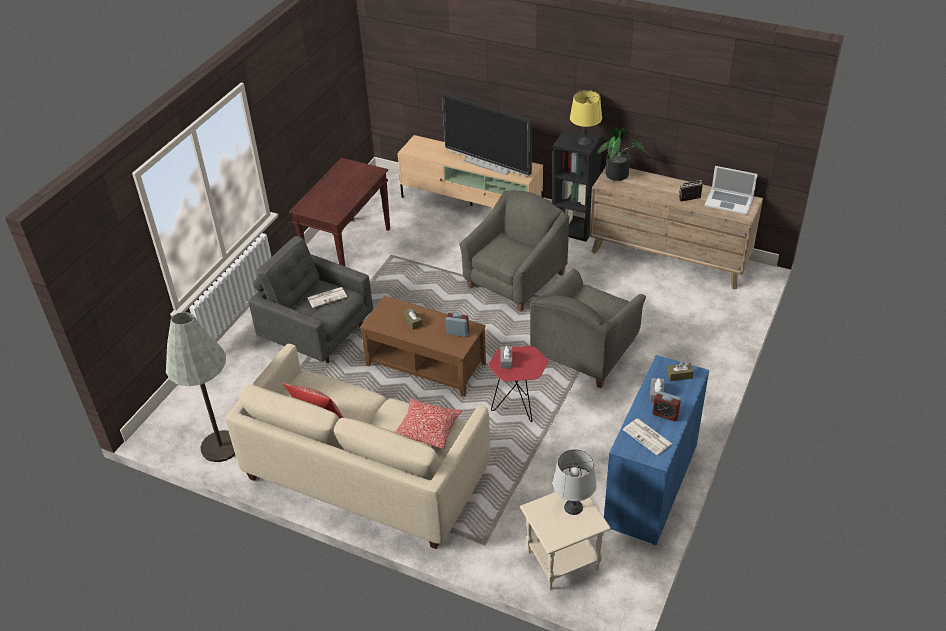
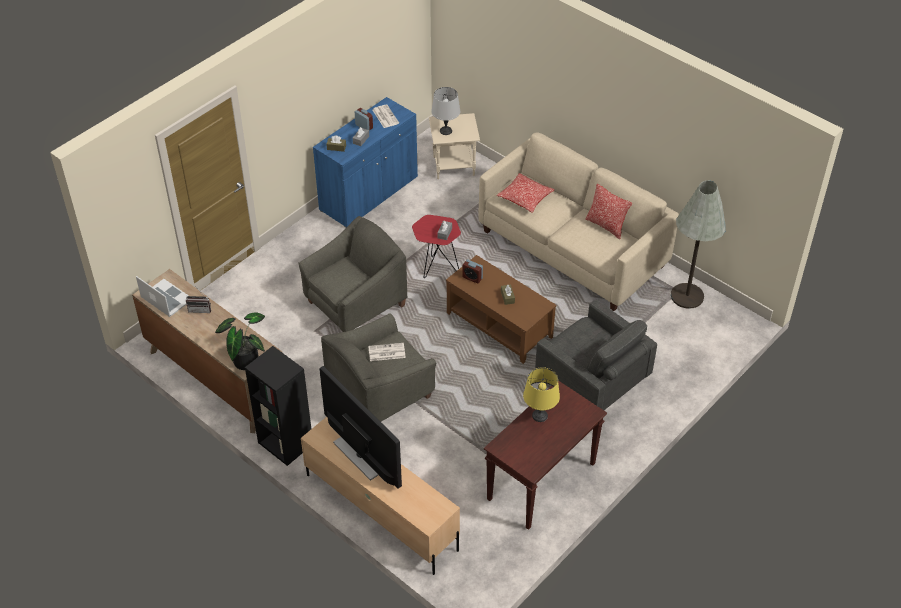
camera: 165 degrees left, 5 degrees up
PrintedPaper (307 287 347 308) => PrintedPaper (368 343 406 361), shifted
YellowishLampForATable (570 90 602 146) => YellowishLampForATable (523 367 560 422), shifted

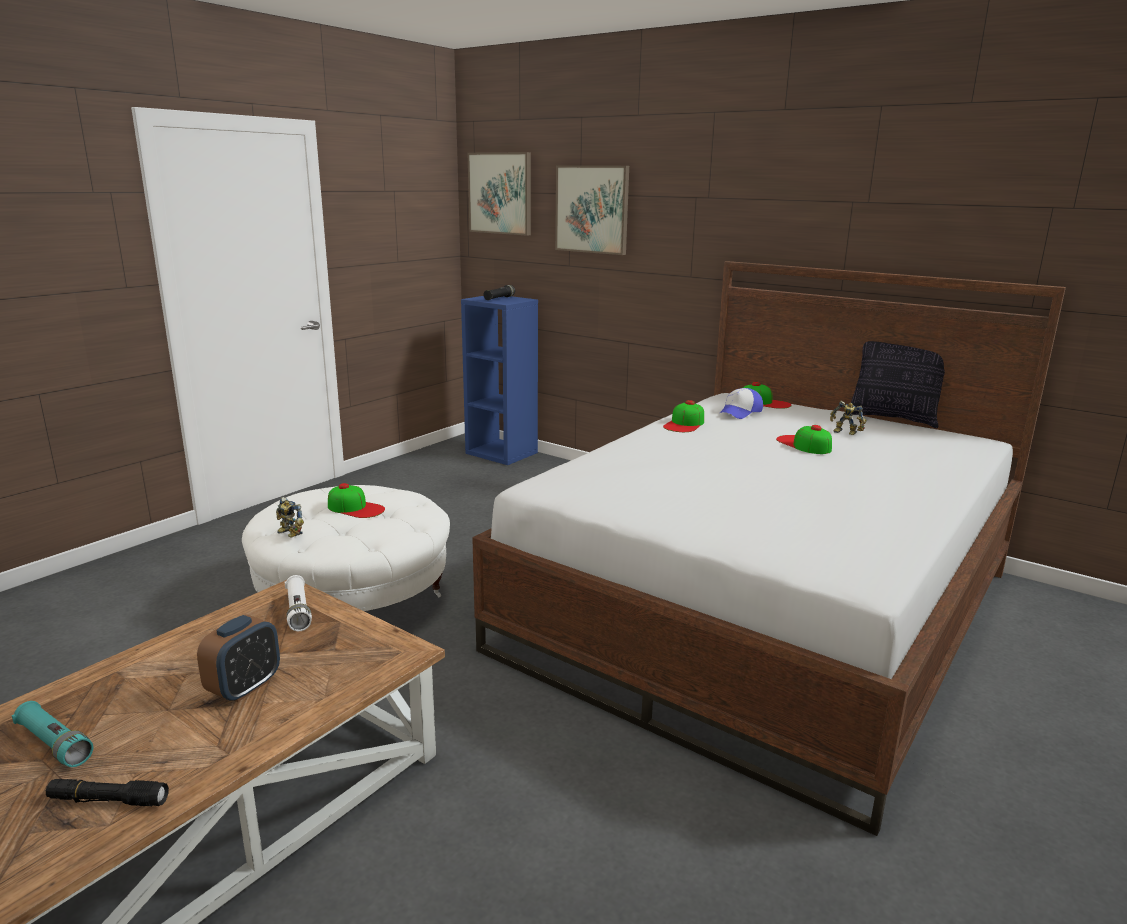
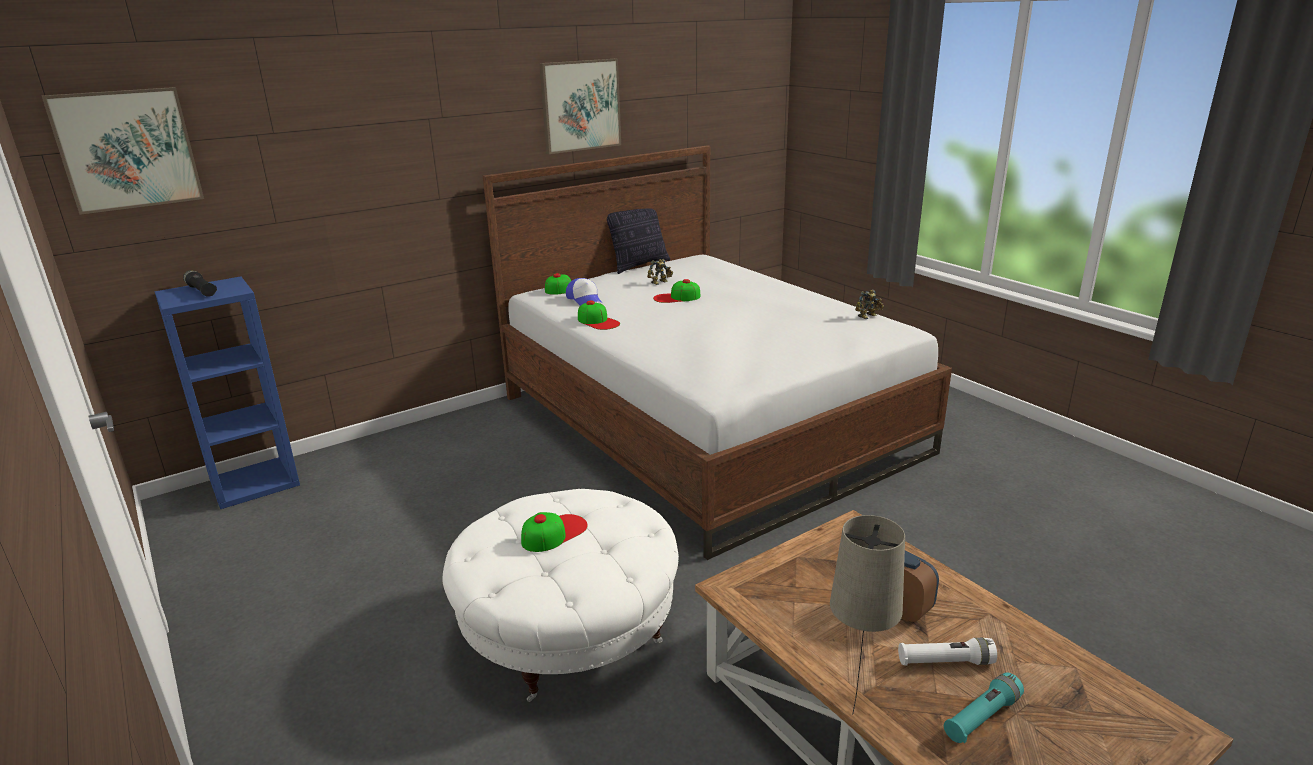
camera: 70 degrees left, 5 degrees up
WallArt (555 165 629 255) => WallArt (539 59 621 154), shifted
nothing => BeigeColouredLampForATable (830 515 905 715)
ToyRobot (276 497 304 538) => ToyRobot (855 289 884 319), shifted
WhitishHandTorch (285 575 312 631) => WhitishHandTorch (898 638 997 666), shifted
BlackColouredHandTorch (46 779 169 806) => nothing

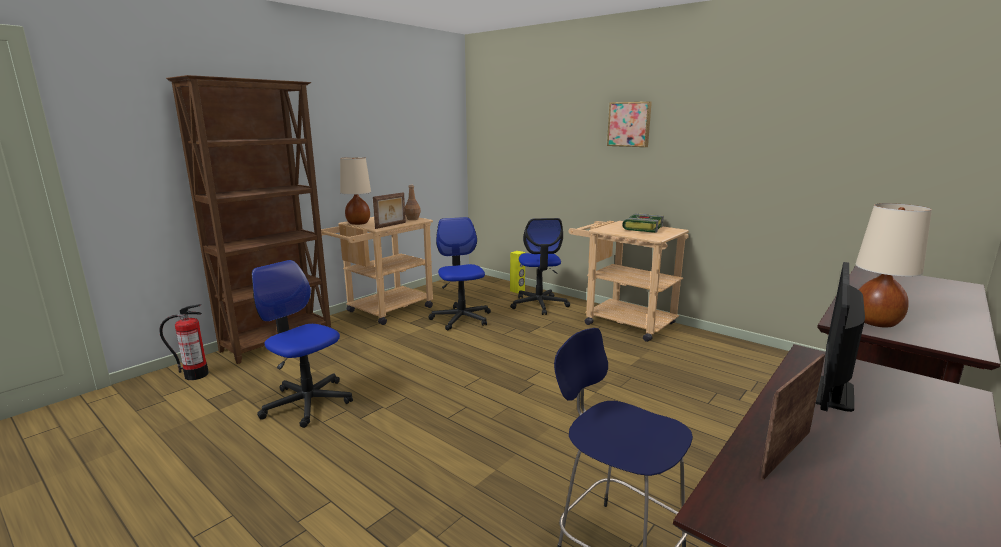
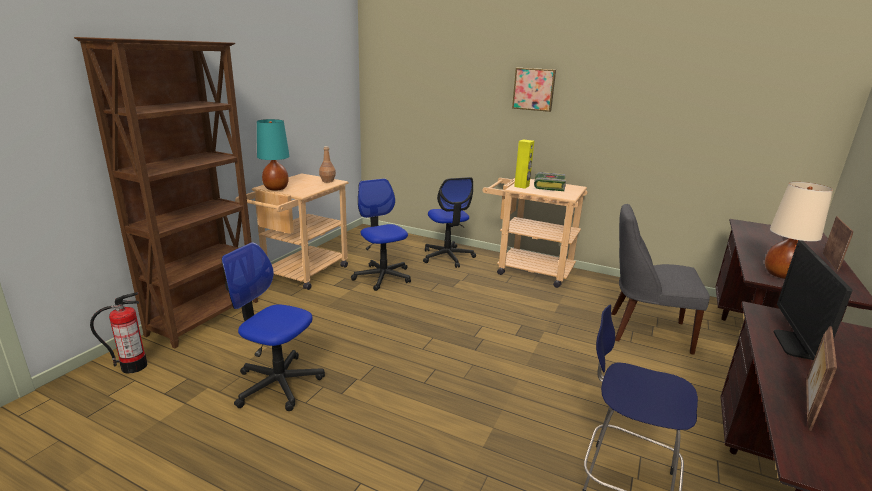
camera: 15 degrees left, 5 degrees up
BeigeColouredLampForATable (340 157 371 225) => TurquoiseLampForATable (257 119 290 190)
YellowishAudioSpeaker (510 251 525 293) => YellowishAudioSpeaker (514 140 534 189), shifted
nothing => GreyishPlainChair (611 204 710 355)
PictureFrame (373 192 406 229) => PictureFrame (823 216 853 271), shifted

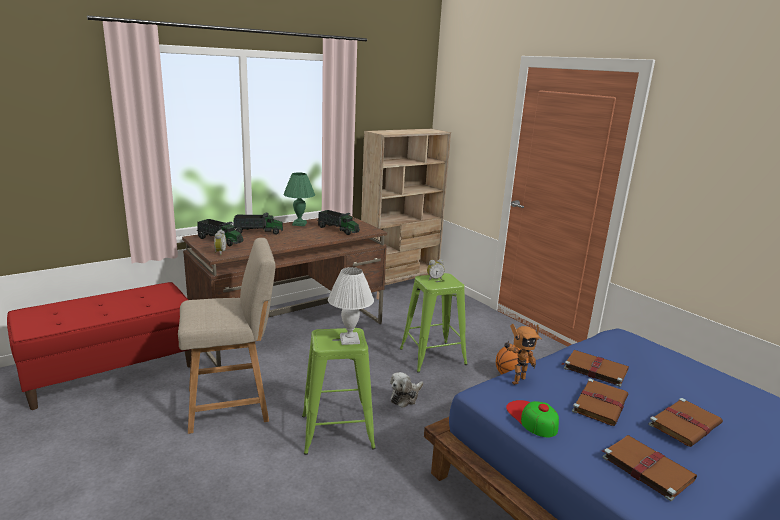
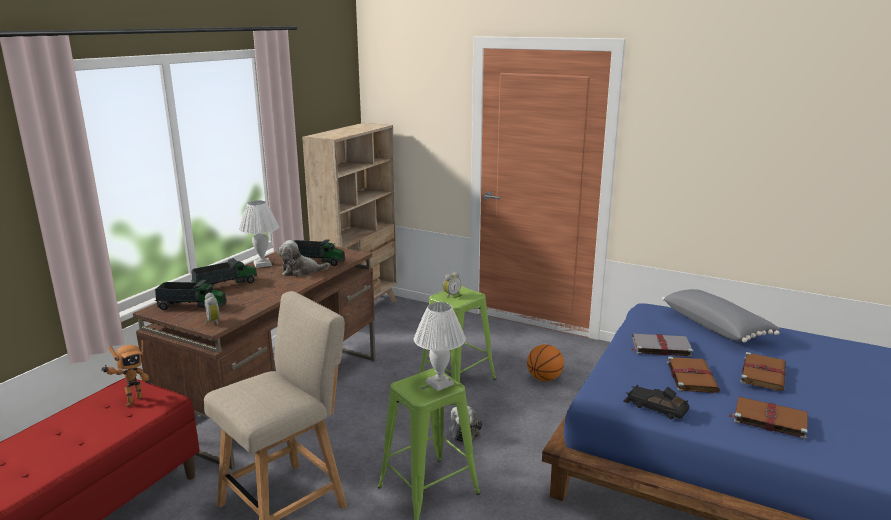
camera: 25 degrees left, 0 degrees up
ToyRobot (504 324 542 385) => ToyRobot (102 340 151 407), shifted
GreenColouredLampForATable (283 173 315 226) => WhitishLampForATable (239 200 279 268)
nothing => SoftToy (277 240 330 277)
PeakedCap (506 400 559 437) => BlackColouredModelCar (623 385 689 419)
BrownishBoundBook (561 350 629 387) => GreyishBoundBook (631 334 693 357)
nothing => GreyishPillow (662 289 780 343)

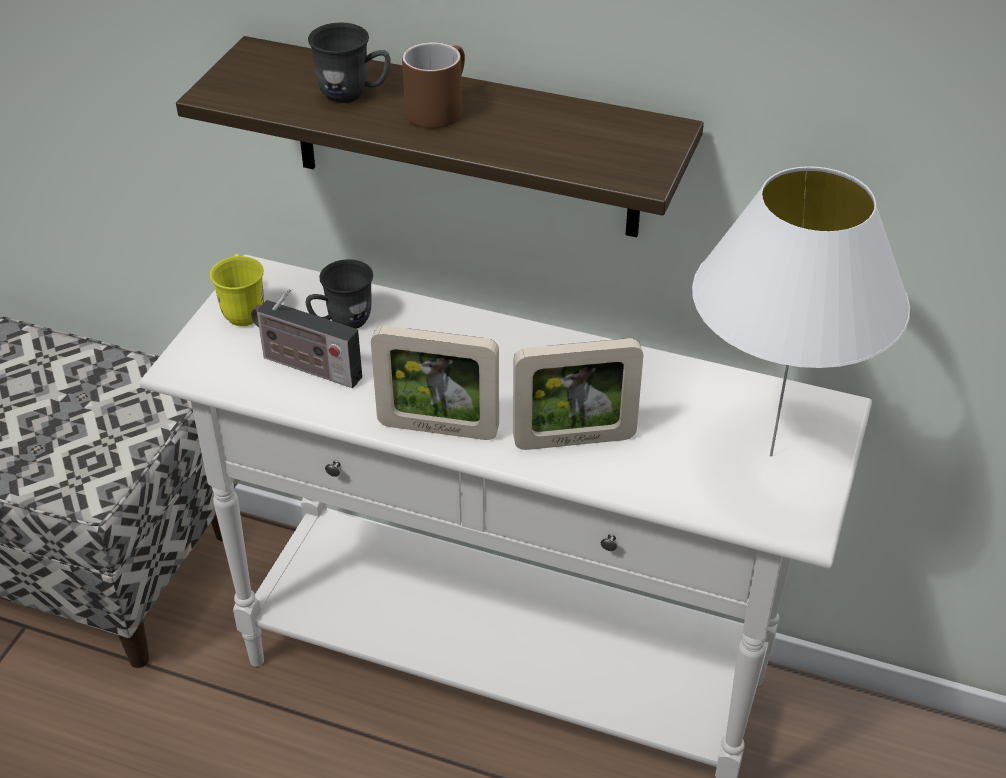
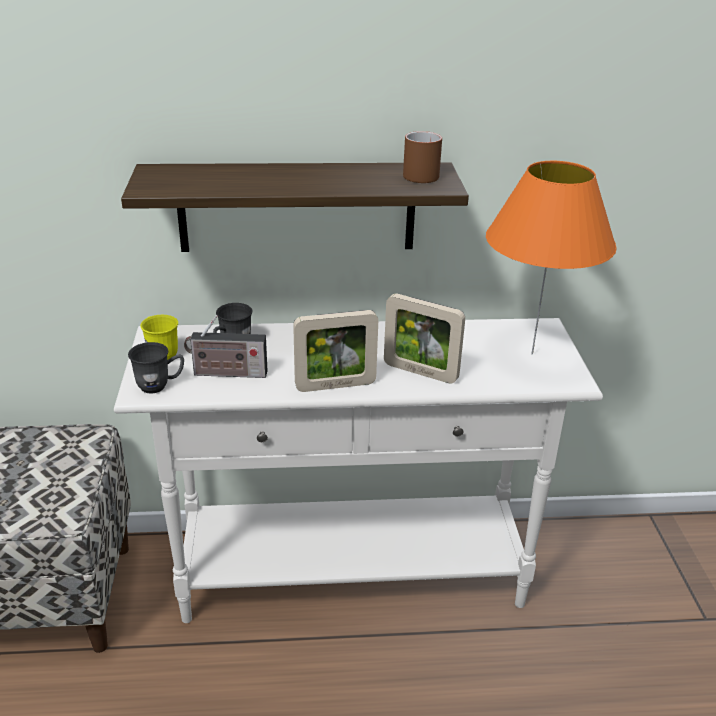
camera: 25 degrees left, 10 degrees down
GreyishTeaMug (308 22 391 103) => GreyishTeaMug (128 342 184 393), shifted
PictureFrame (513 338 643 450) => PictureFrame (384 293 465 384), 60 degrees clockwise
BrownishTeaMug (402 42 465 128) => BrownishTeaMug (403 131 442 183), shifted
WhitishLampForATable (692 166 910 456) => OrangeLampForATable (486 161 617 355)

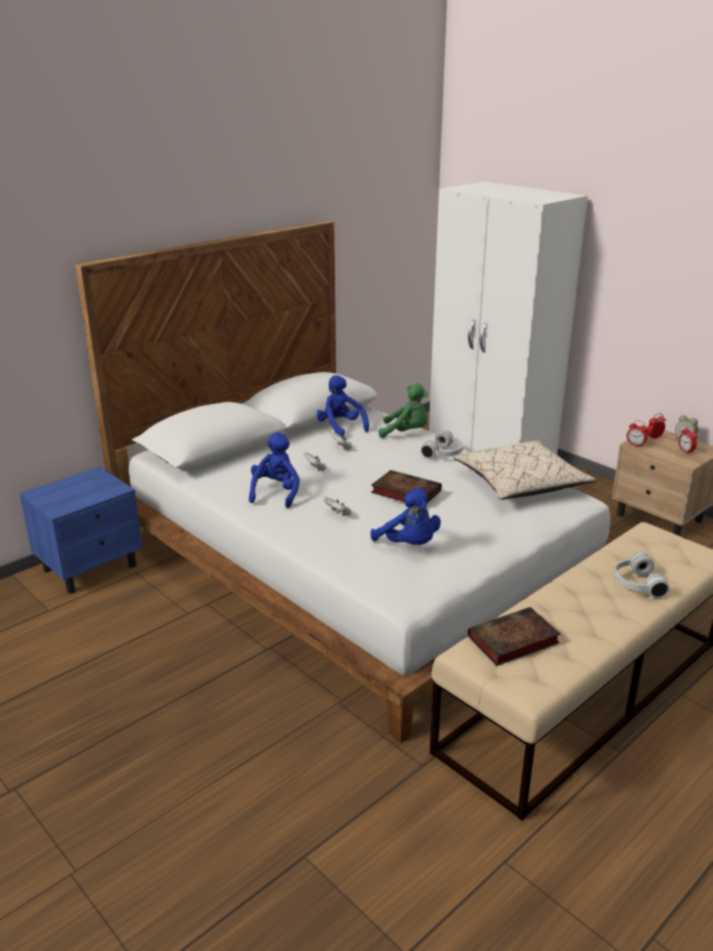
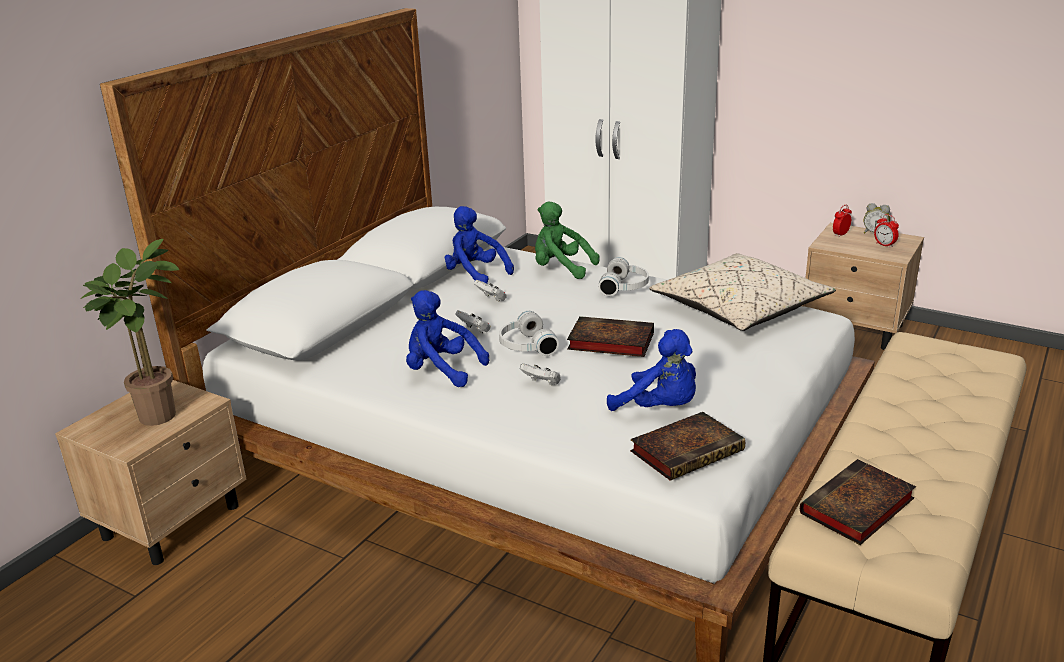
camera: 15 degrees left, 0 degrees up
BlueNightTable (19 467 143 594) => BeigeColouredNightTable (55 380 246 565)
nothing => PottedPlant (80 239 179 426)
BlueSoftToy (249 432 300 508) => BlueSoftToy (406 290 489 387), 60 degrees counterclockwise
WhitishHeadset (614 552 670 598) => WhitishHeadset (499 311 559 356), shifted
GreenColouredSoftToy (379 383 428 438) => GreenColouredSoftToy (535 202 599 279), 150 degrees counterclockwise
nothing => BoundBook (630 412 745 481)
BedsideClock (627 420 648 447) => nothing

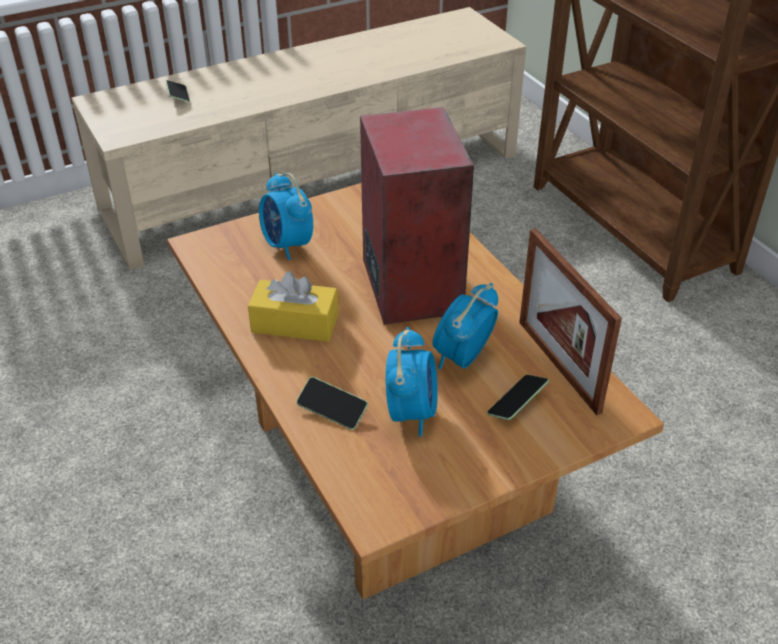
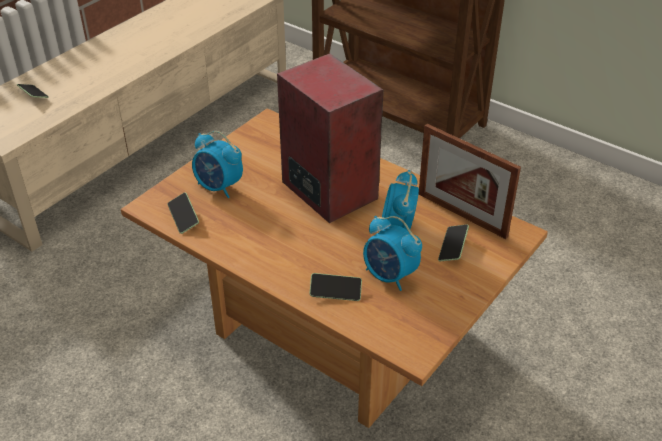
camera: 25 degrees left, 0 degrees up
nothing => Handset (168 192 199 234)
BedsideClock (386 327 438 437) => BedsideClock (363 216 422 291), 150 degrees clockwise
YellowishBoxOfTissues (248 271 338 342) => nothing

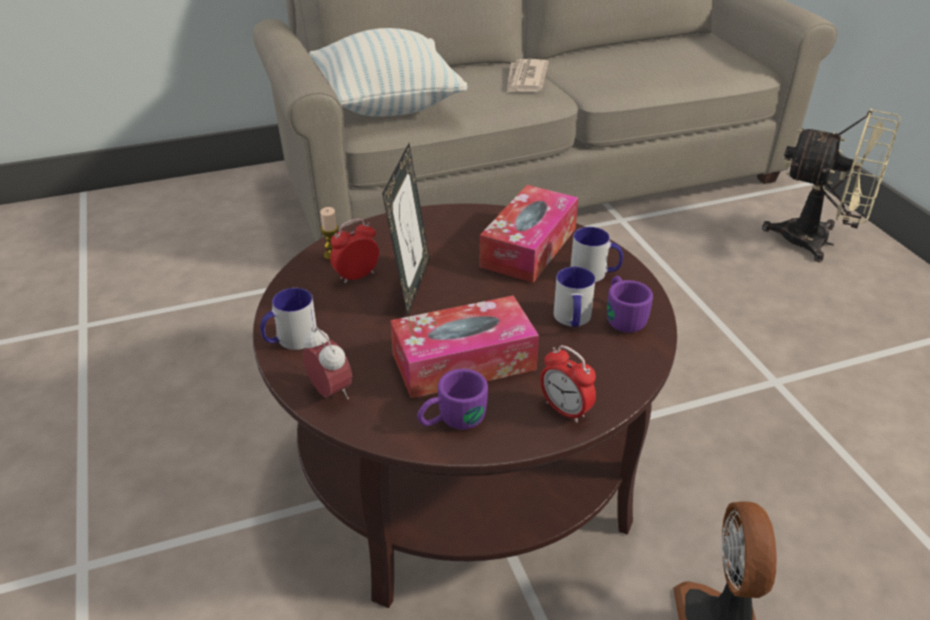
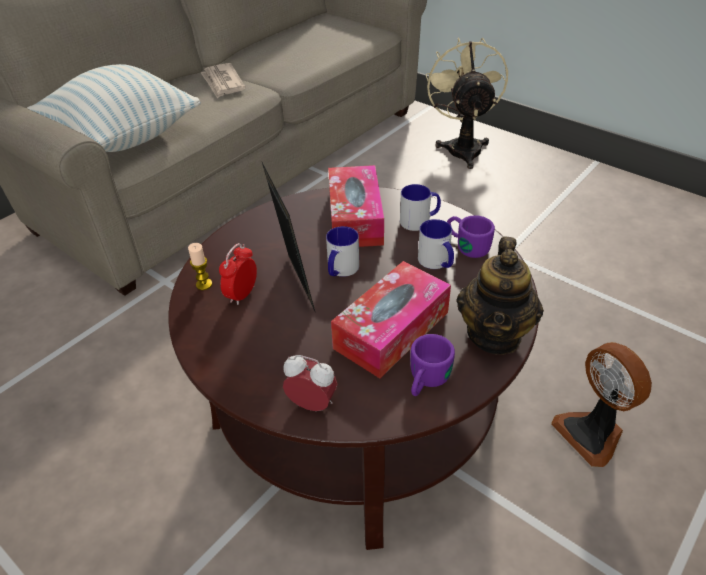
camera: 30 degrees left, 5 degrees up
TeaMug (260 288 317 350) => TeaMug (326 226 359 277), shifted
BeigeColouredElectricFan (762 109 900 262) => BeigeColouredElectricFan (426 37 508 169), 90 degrees counterclockwise
BedsideClock (540 345 596 423) => Teapot (456 237 544 355)

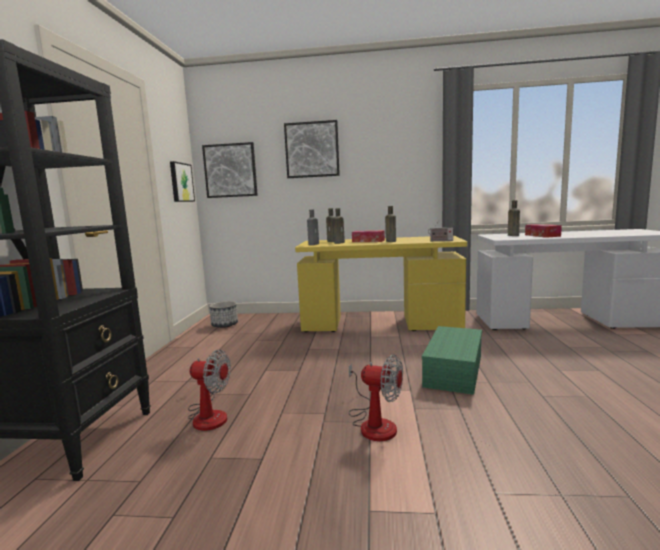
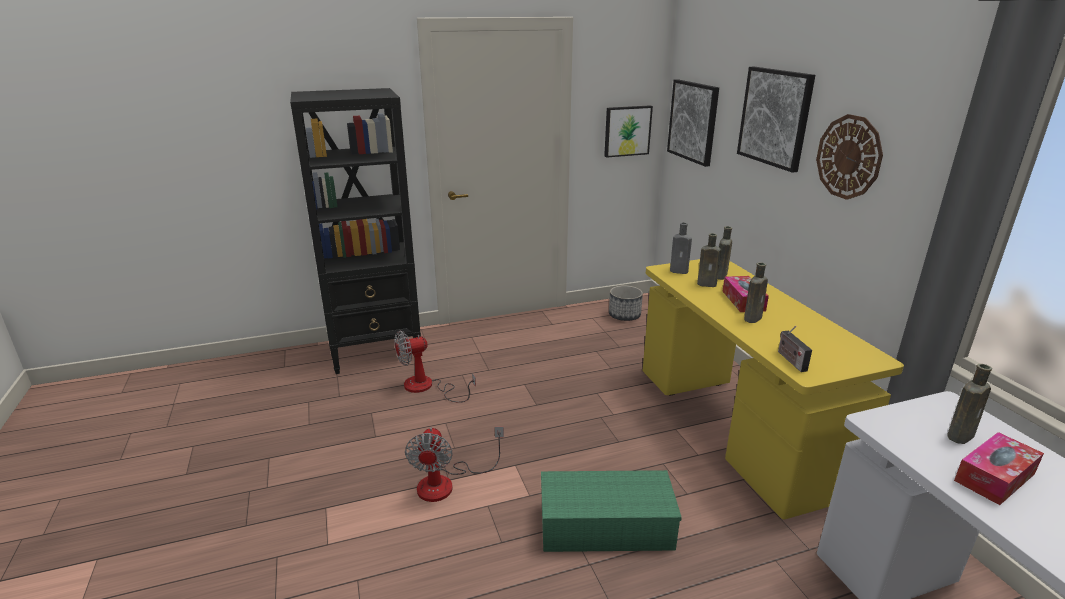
camera: 65 degrees right, 15 degrees up
ElectricFan (188 350 231 431) => ElectricFan (394 331 476 403), 75 degrees clockwise
nothing => ClockOnTheWall (816 114 883 200)

